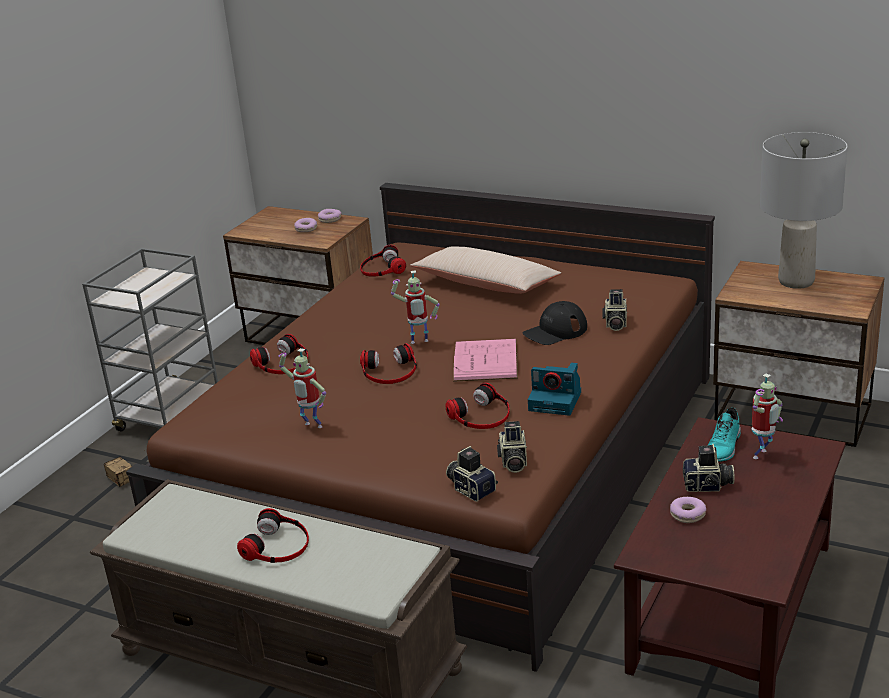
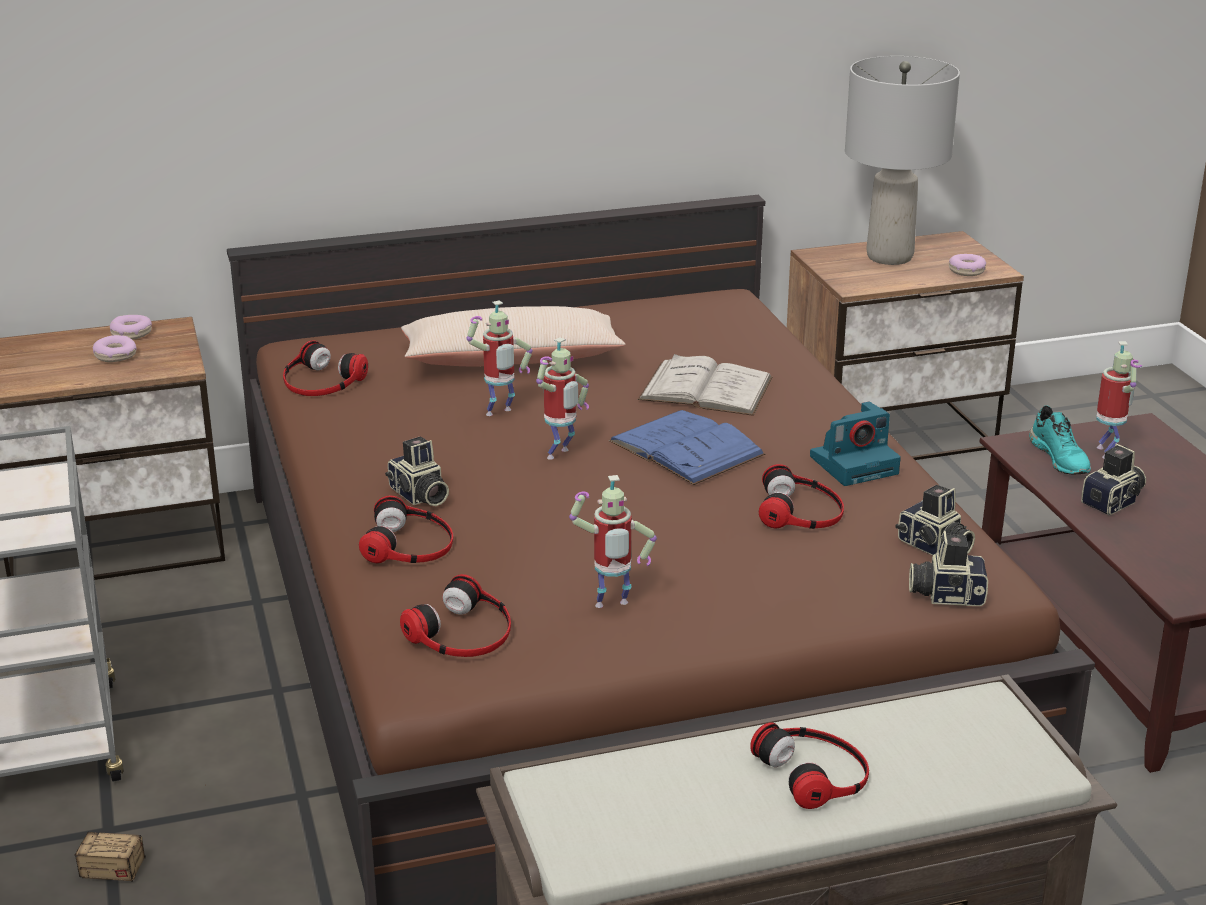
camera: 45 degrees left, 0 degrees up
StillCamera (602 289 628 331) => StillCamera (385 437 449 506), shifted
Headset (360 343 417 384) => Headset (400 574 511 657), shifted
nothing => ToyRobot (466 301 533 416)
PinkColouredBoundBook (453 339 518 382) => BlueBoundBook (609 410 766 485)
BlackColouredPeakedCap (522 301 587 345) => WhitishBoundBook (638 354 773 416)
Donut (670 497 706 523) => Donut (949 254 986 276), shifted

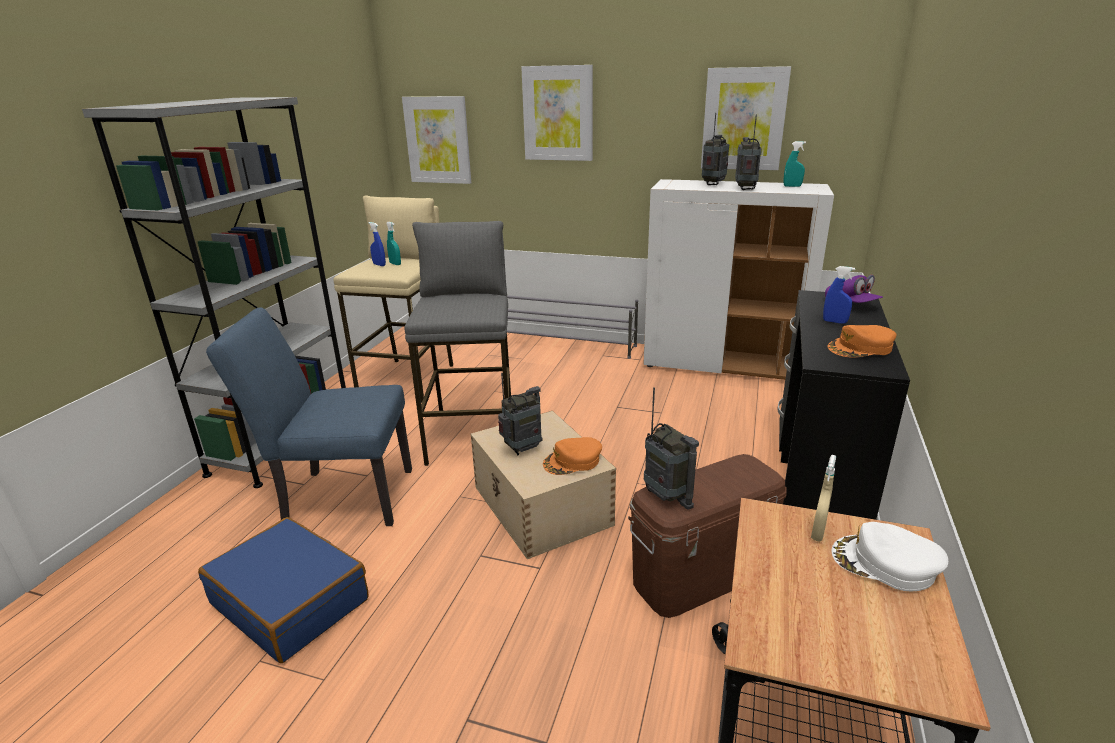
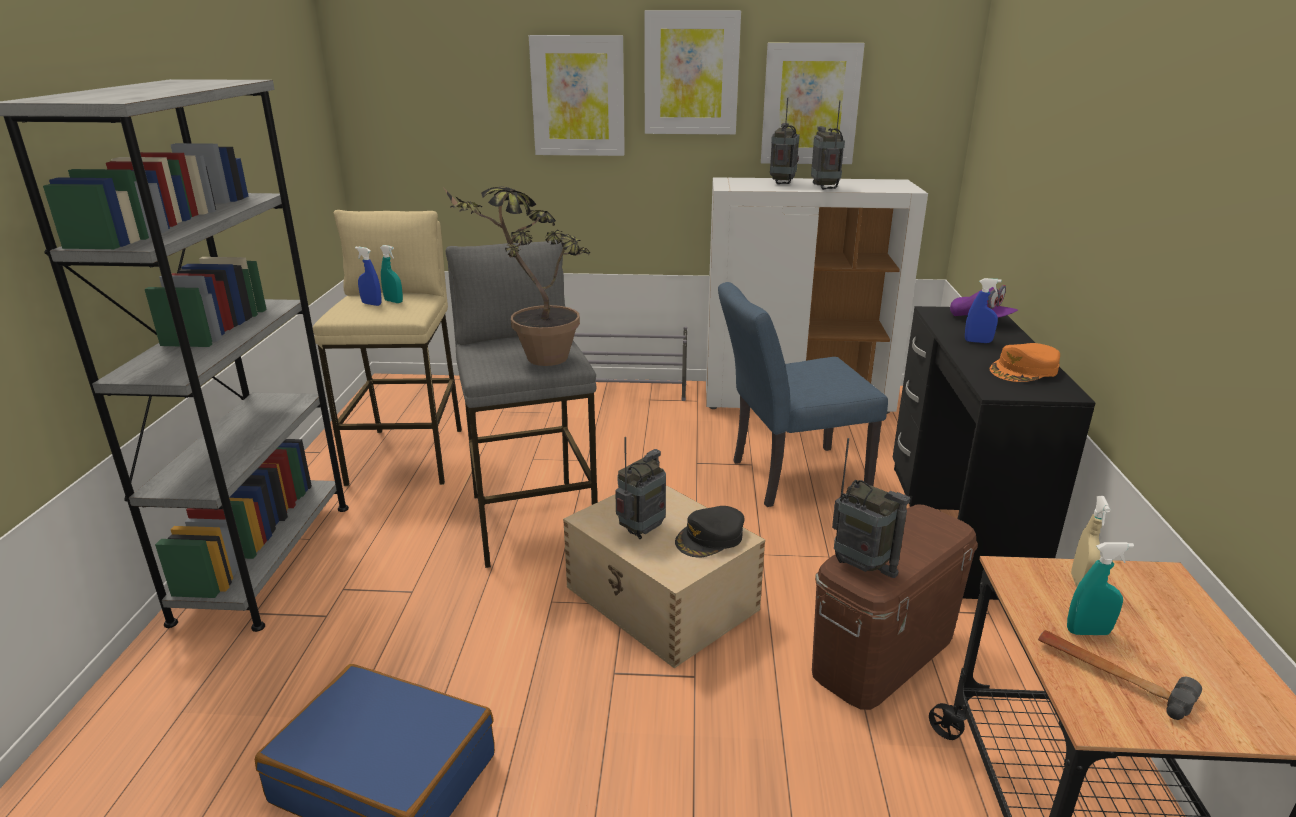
camera: 15 degrees left, 0 degrees up
nothing => PottedPlant (443 187 590 366)
WallArt (402 96 471 184) => WallArt (644 10 741 135), shifted
OrangePeakedCap (543 437 602 475) => BlackColouredPeakedCap (675 506 744 557)
BluePlainChair (206 307 412 526) => BluePlainChair (718 282 888 507), shifted
nothing => Hammer (1038 630 1202 720)
TurquoiseHandSprayer (784 141 806 187) => TurquoiseHandSprayer (1067 542 1134 635), shifted
WhitishPeakedCap (831 522 948 591) => nothing

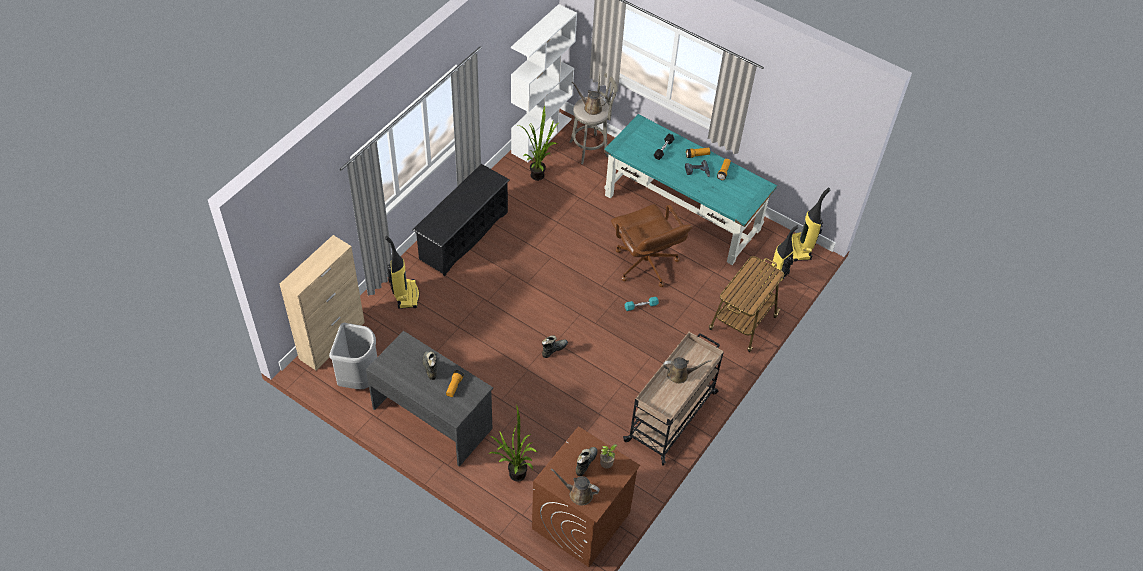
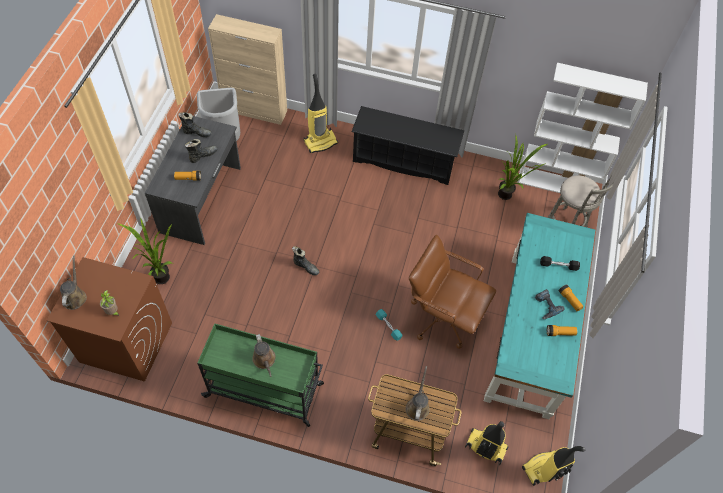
camera: 70 degrees right, 5 degrees up
BlackColouredTallBoot (576 447 598 476) => BlackColouredTallBoot (178 112 212 137), shifted
BeigeColouredTrolley (623 332 724 465) => GreenColouredTrolley (197 323 324 427)
BrownishWateringCan (572 82 606 115) => BrownishWateringCan (406 366 430 421), shifted
BrownishComputerChair (611 204 692 287) => BrownishComputerChair (409 235 496 349), 75 degrees clockwise

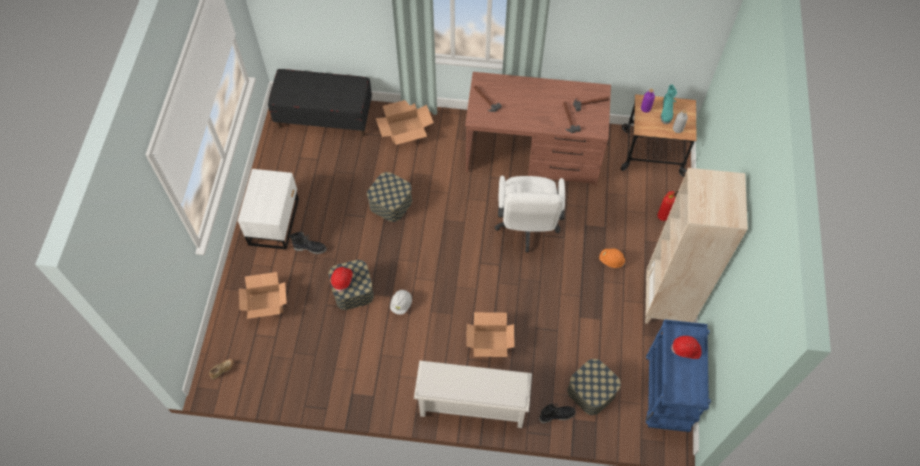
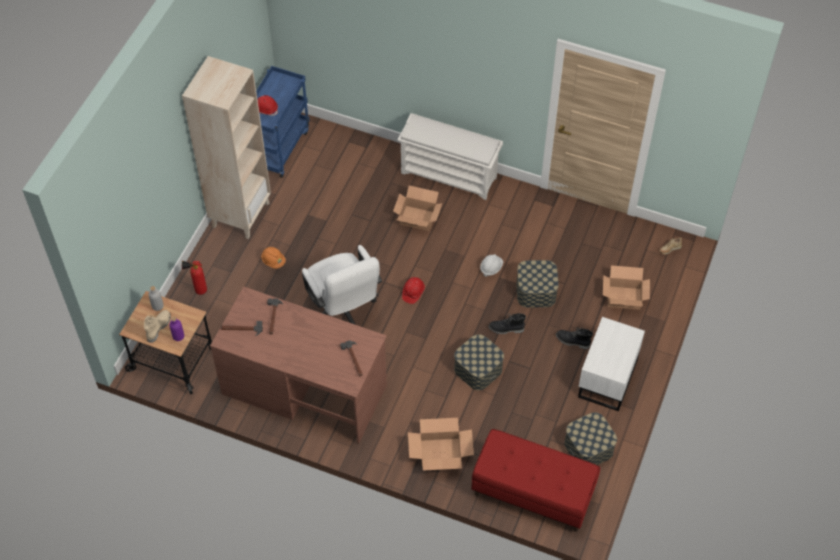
camera: 165 degrees left, 5 degrees down
TurquoiseTallBoot (660 84 677 124) => BeigeColouredTallBoot (144 310 171 343)
WhitishComputerChair (495 176 565 252) => WhitishComputerChair (302 245 382 325), 135 degrees clockwise
ReddishSafetyHelmet (331 267 353 293) => ReddishSafetyHelmet (402 277 425 304), shifted
BlackColouredIndoorBench (268 69 372 137) => ReddishIndoorBench (472 429 600 532)
BlackColouredTallBoot (539 403 576 423) => BlackColouredTallBoot (488 313 526 334), shifted
StorageContainer (567 359 621 415) => StorageContainer (564 412 617 465), shifted

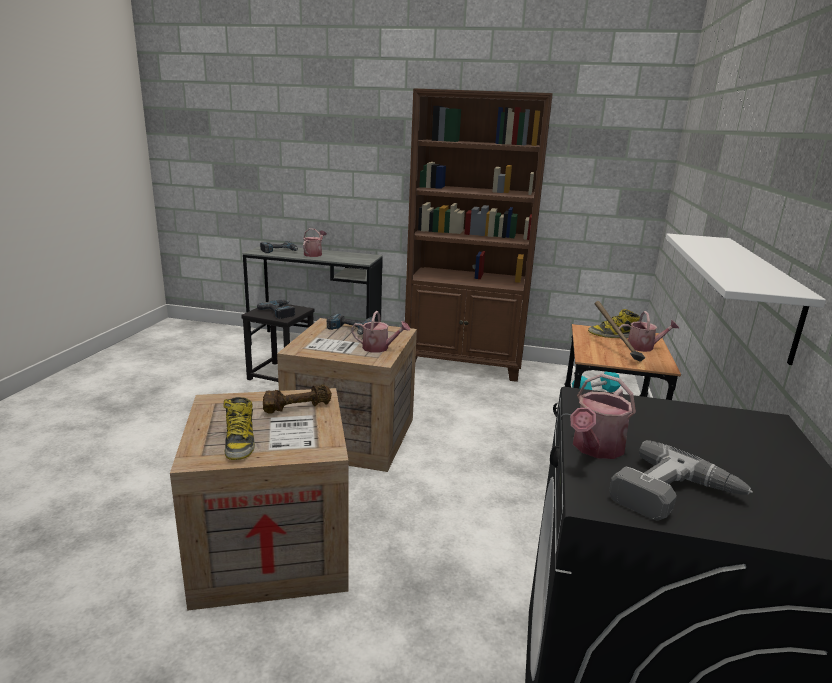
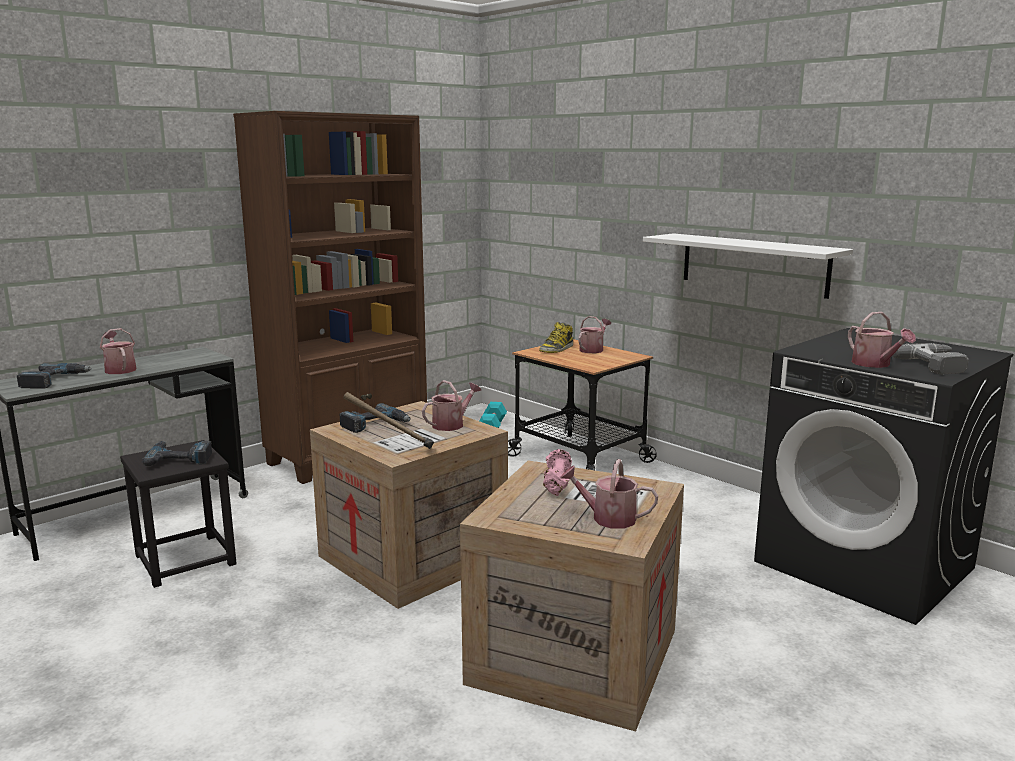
camera: 55 degrees left, 5 degrees down
Hammer (595 301 645 362) => Hammer (343 392 434 449), shifted
BrownishFreeWeight (263 384 332 414) => PinkColouredFreeWeight (543 449 572 496)
TallBoot (223 397 255 460) => WateringCan (560 459 658 529)

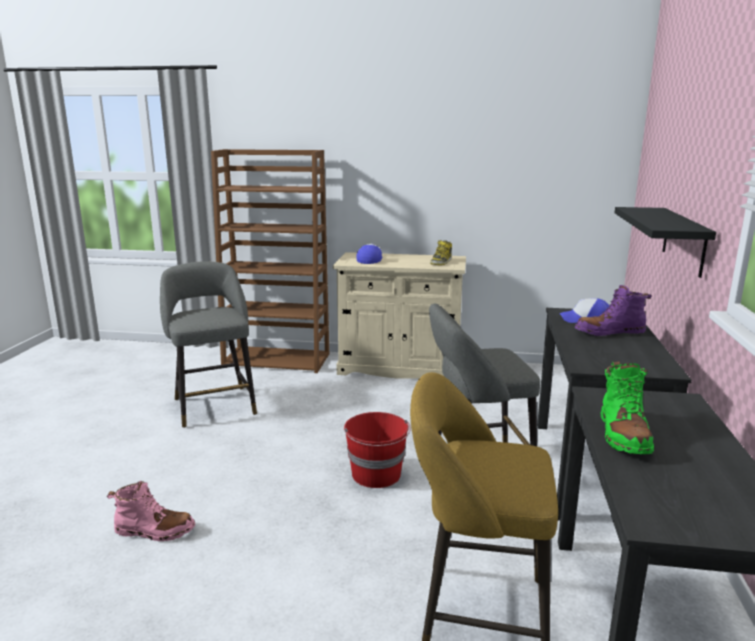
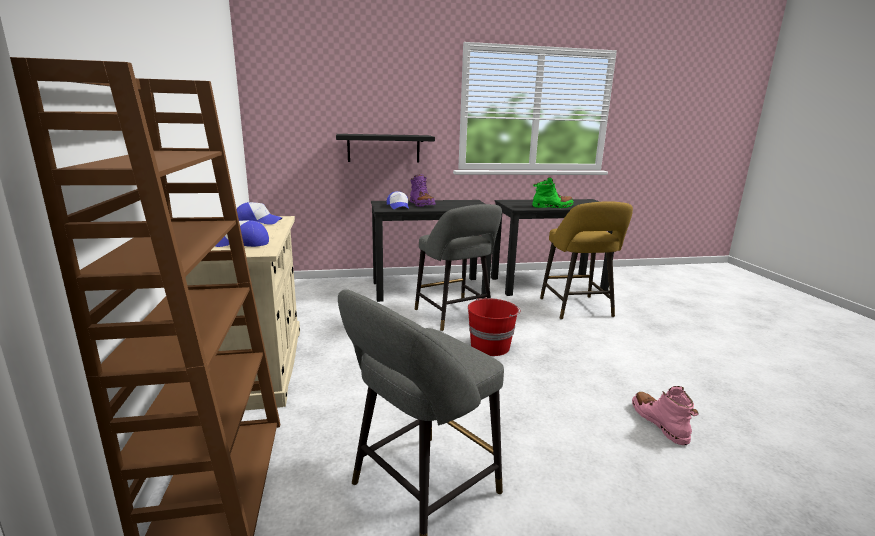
camera: 110 degrees left, 0 degrees up
TallBoot (430 240 452 265) => PeakedCap (237 202 282 225)

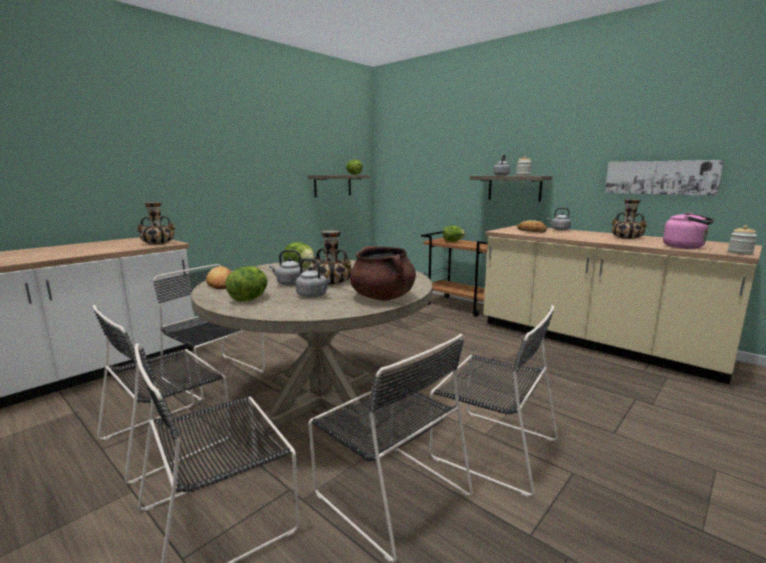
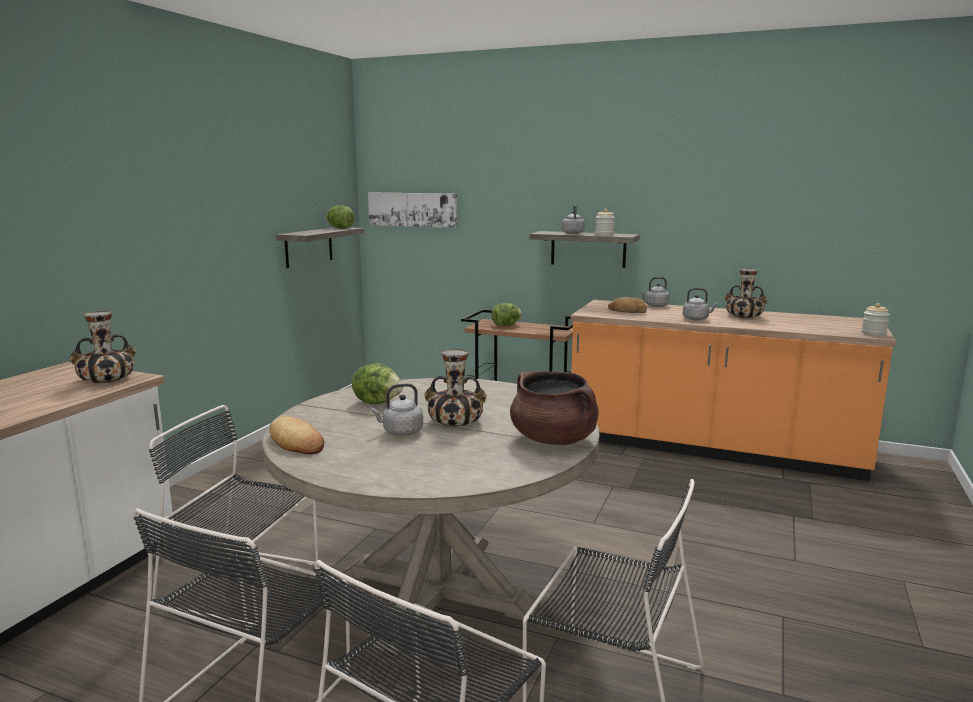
camera: 20 degrees left, 0 degrees up
WallArt (605 160 724 196) => WallArt (368 192 457 228), shifted
BeigeColouredKitchenBaseUnit (483 225 762 385) => OrangeKitchenBaseUnit (571 300 896 481)
GreyishKettle (296 258 331 298) => GreyishKettle (683 288 718 320), shifted
LettuceHead (225 266 267 301) => nothing
BlackColouredPlainChair (430 305 558 497) => nothing
PinkColouredKettle (663 212 715 249) => nothing

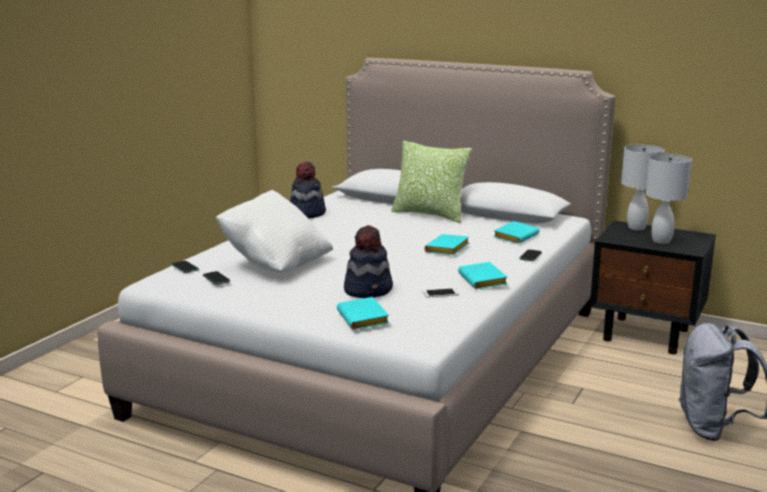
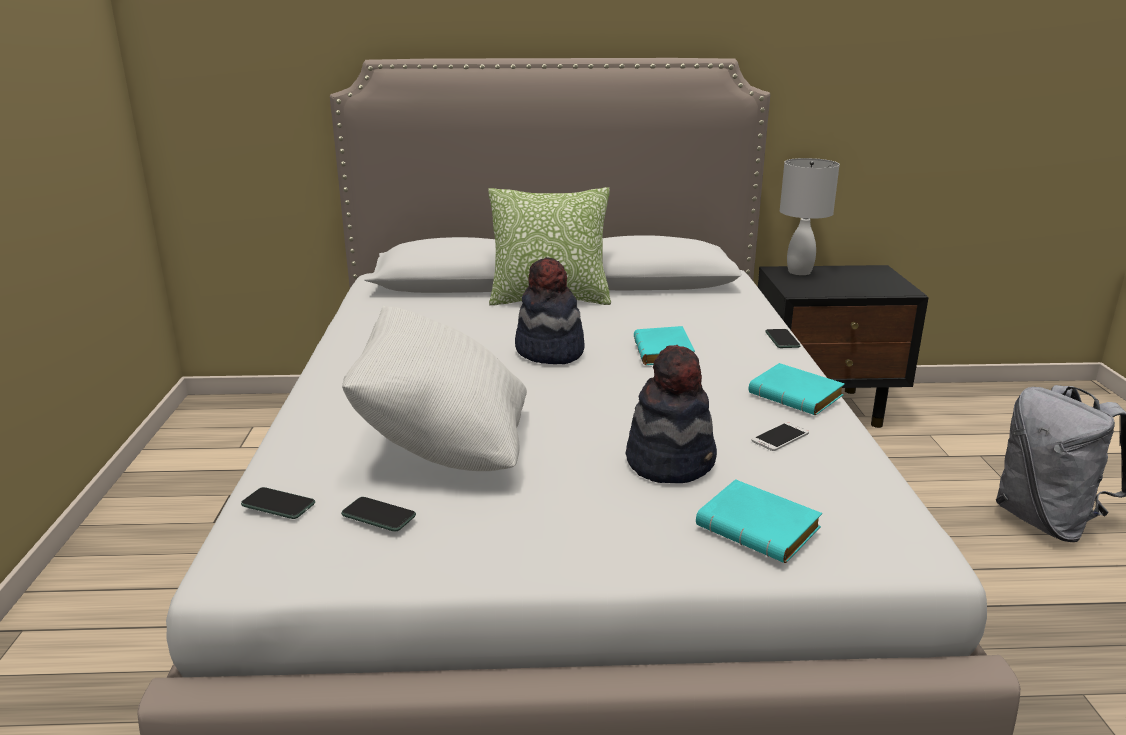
camera: 30 degrees left, 5 degrees up
ClothingHat (290 162 326 219) => ClothingHat (515 257 584 364), shifted
TurquoiseBoundBook (493 221 539 244) => nothing
WhitishLampForATable (645 154 692 244) => nothing

